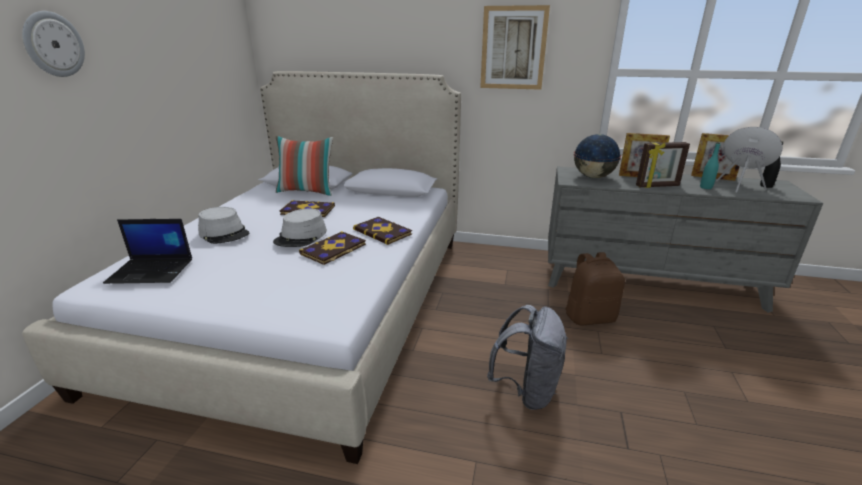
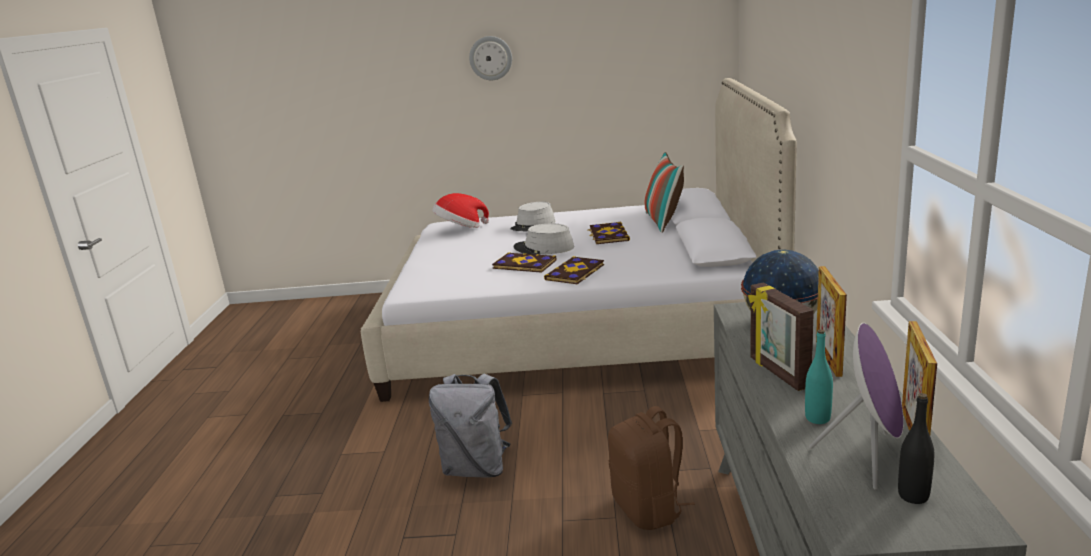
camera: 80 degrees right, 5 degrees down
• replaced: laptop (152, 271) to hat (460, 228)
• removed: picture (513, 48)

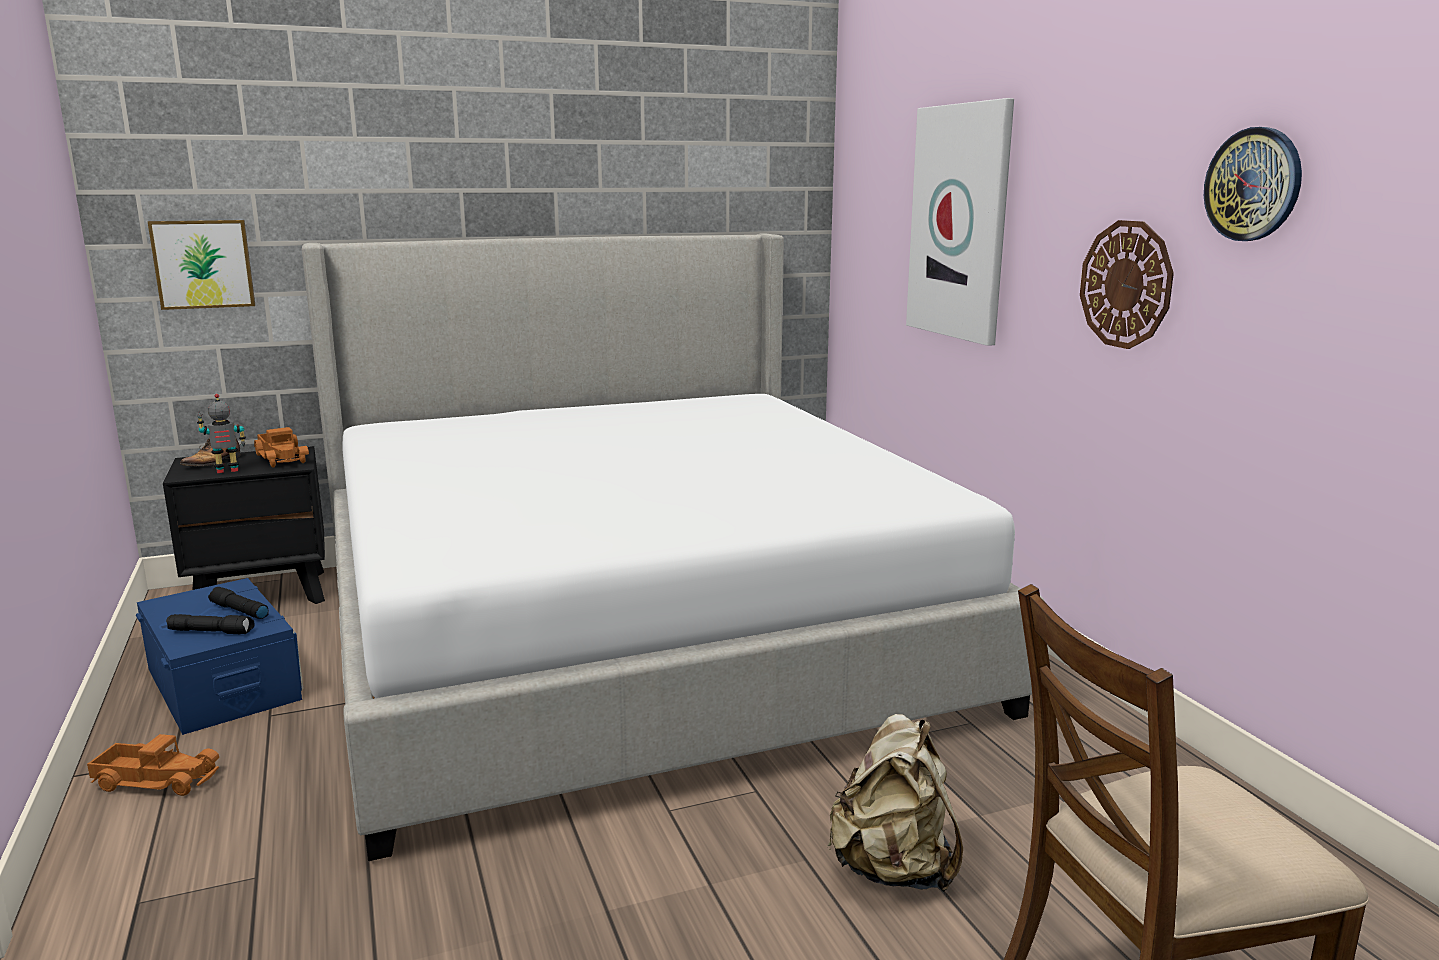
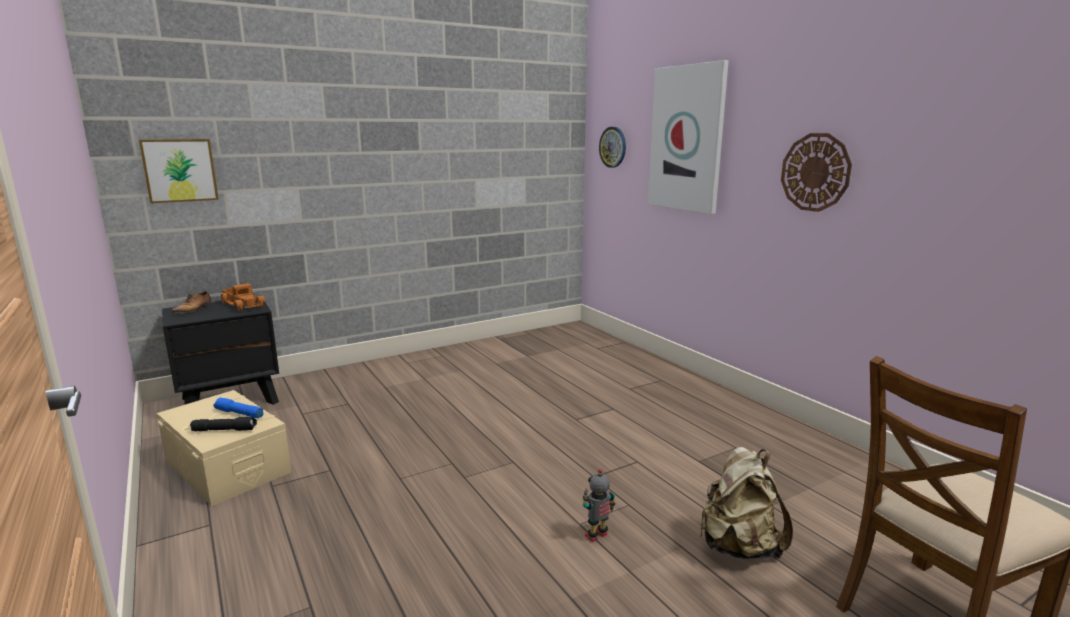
camera: 10 degrees left, 0 degrees up
• recoloured: blue storage box (222, 684) to beige storage box (227, 466)
• recoloured: black flashlight (239, 611) to blue flashlight (238, 414)
• moved: toy robot (227, 471) to (597, 536)
• moved: wall clock (1253, 184) to (613, 147)
• removed: toy truck (157, 779)
• removed: bed (631, 632)

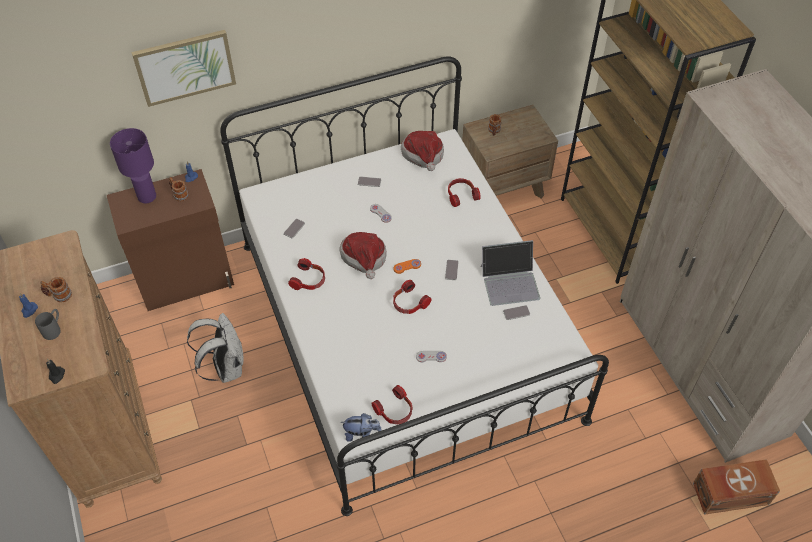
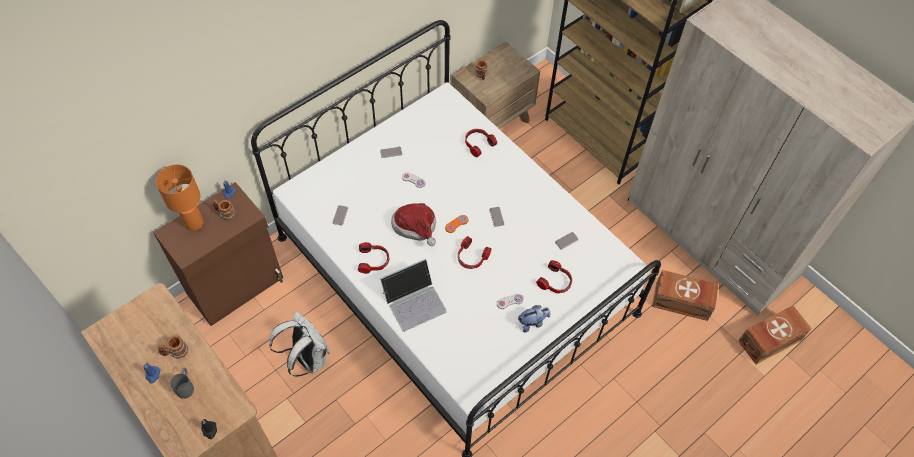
camera: 20 degrees left, 5 degrees up
• recoloured: purple table lamp (146, 196) to orange table lamp (194, 223)
• moved: laptop (510, 281) to (414, 301)
• moved: plush toy (361, 433) to (532, 323)
• moved: headphones (395, 411) to (555, 282)
• added: brown storage box (682, 302)
• removed: picture (185, 67)
• removed: hat (423, 157)

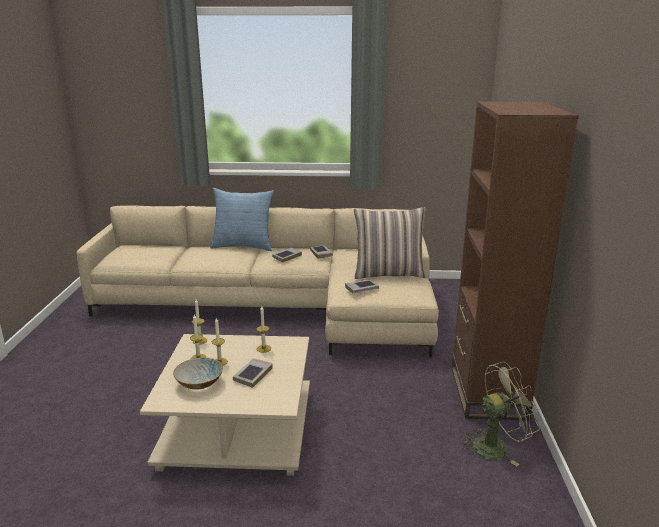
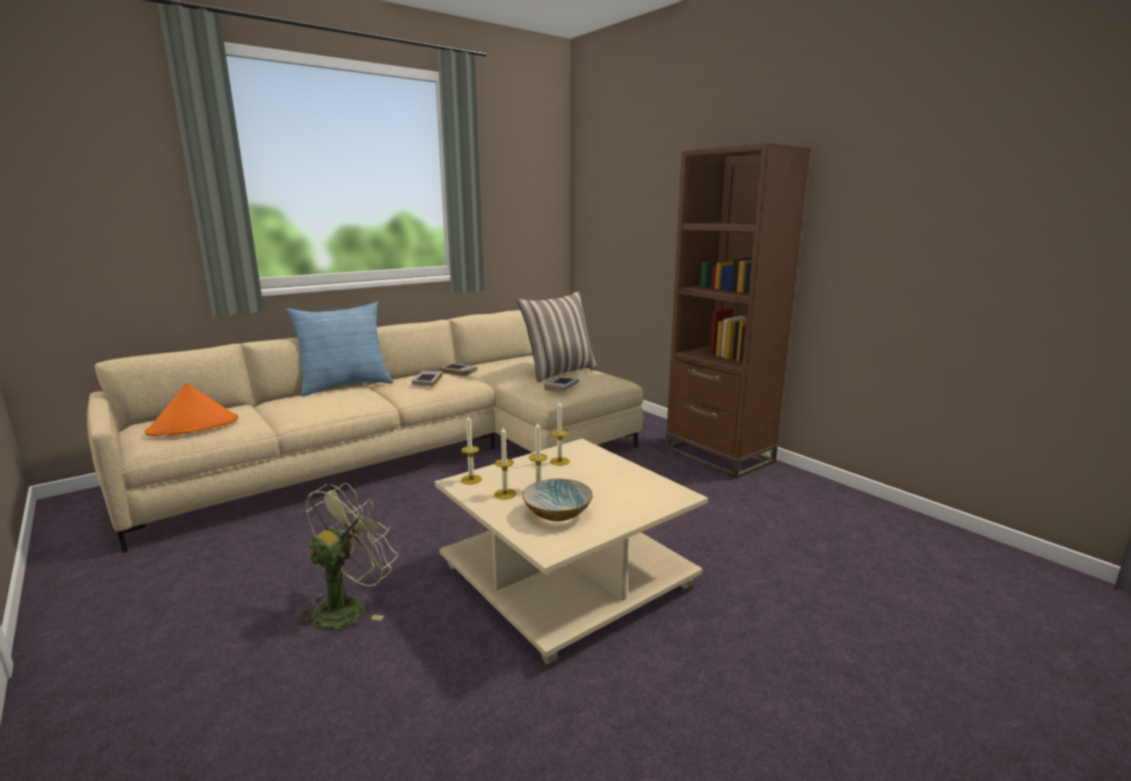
camera: 40 degrees left, 5 degrees down
• added: orange hat (194, 426)
• moved: green fan (496, 446) to (347, 606)
• removed: book (253, 375)

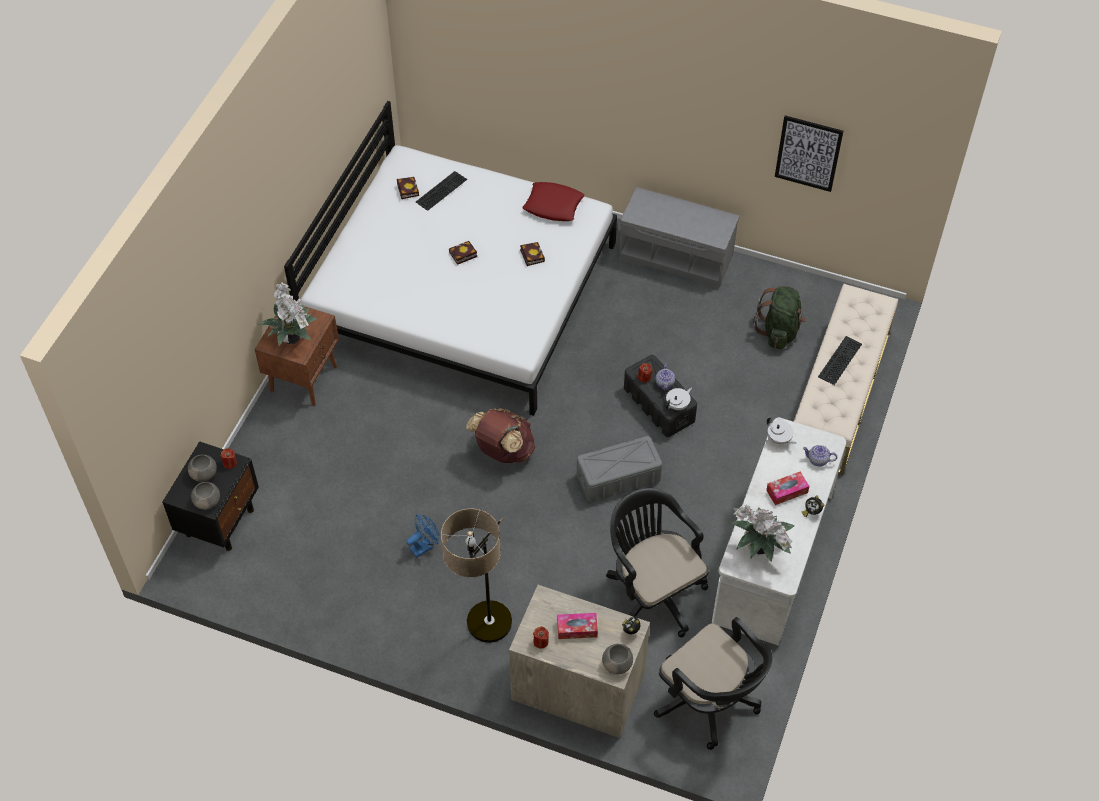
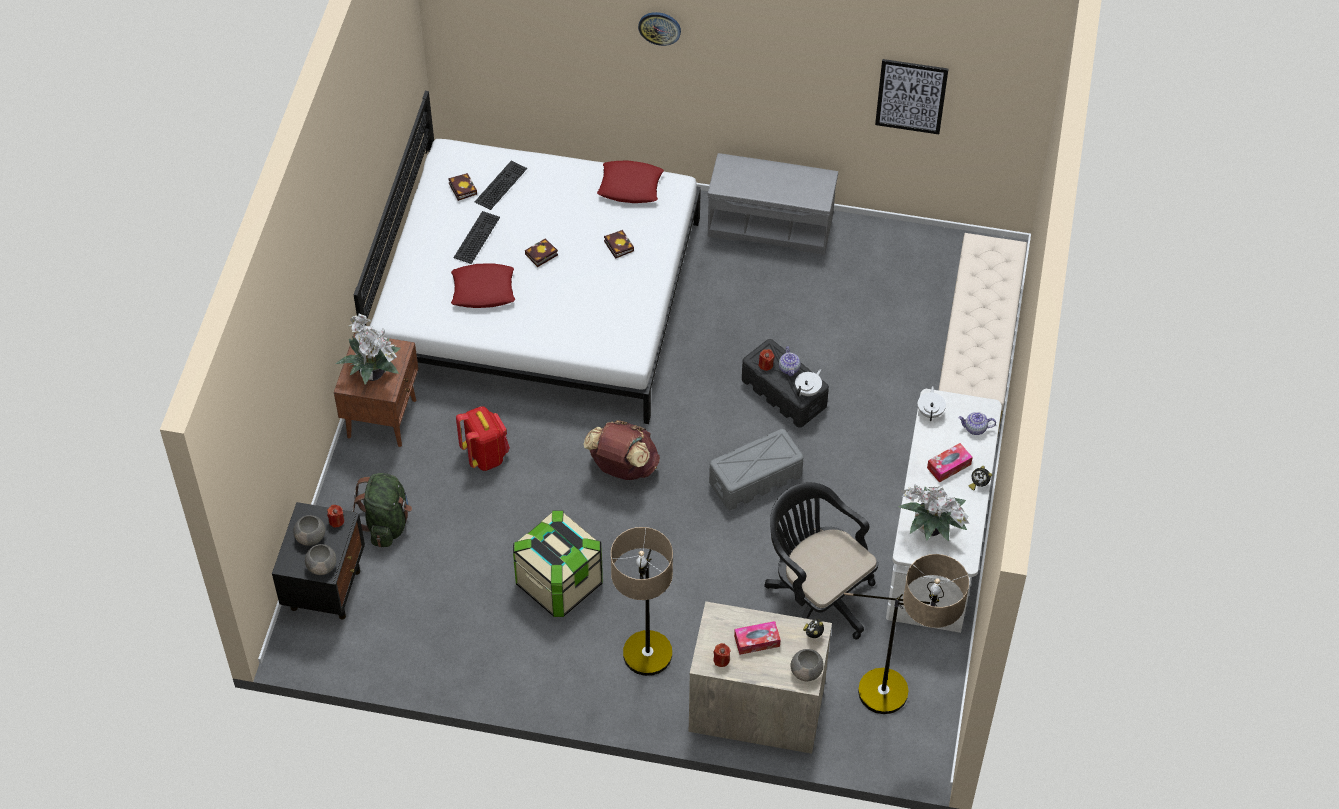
camera: 10 degrees left, 0 degrees up
• moved: green backpack (779, 331) to (386, 523)
• added: red pillow (483, 290)
• moved: keyboard (839, 359) to (476, 236)
• added: red backpack (485, 455)
• replaced: blue fan (424, 546) to storage box (559, 583)
• added: wall clock (659, 27)
• replaced: black office chair (709, 703) to floor lamp (900, 703)
• turned: white teapot (779, 439) = (930, 412) 120 degrees counterclockwise

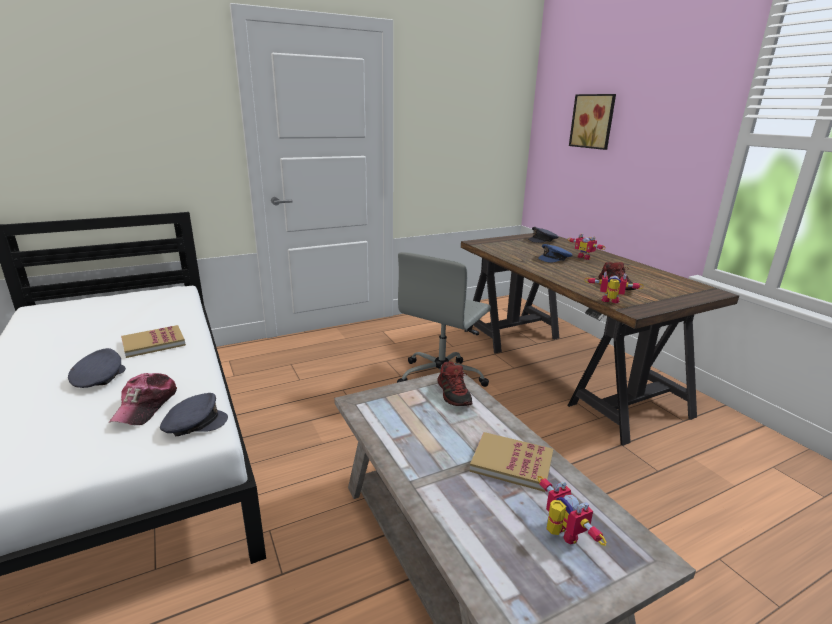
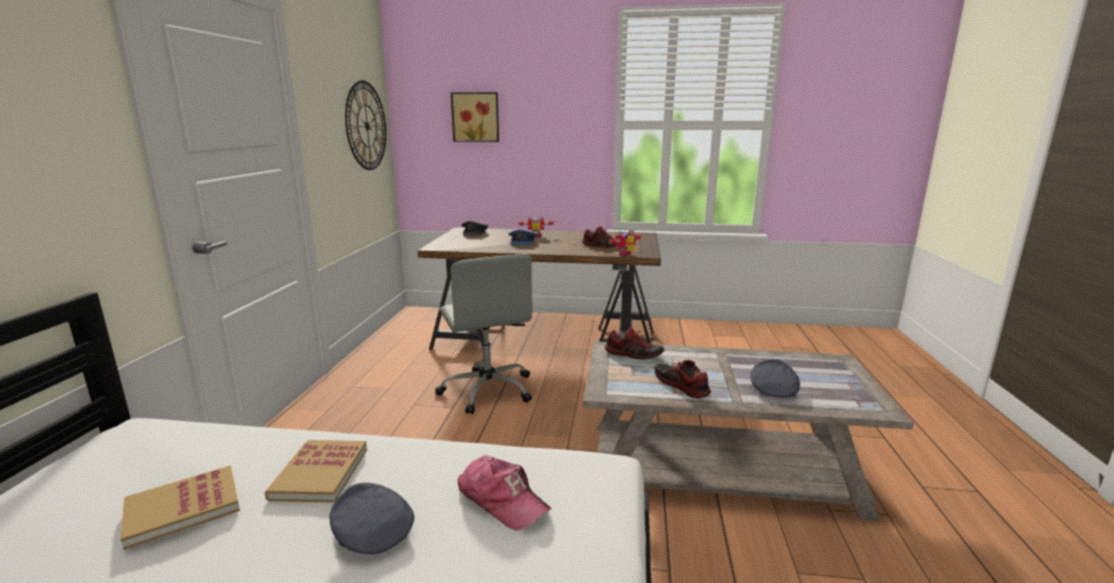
camera: 55 degrees left, 5 degrees down
• moved: book (511, 463) to (183, 508)
• added: wall clock (366, 126)
• added: shoe (680, 386)
• moved: grey cap (194, 423) to (772, 389)
• removed: toy robot (560, 535)

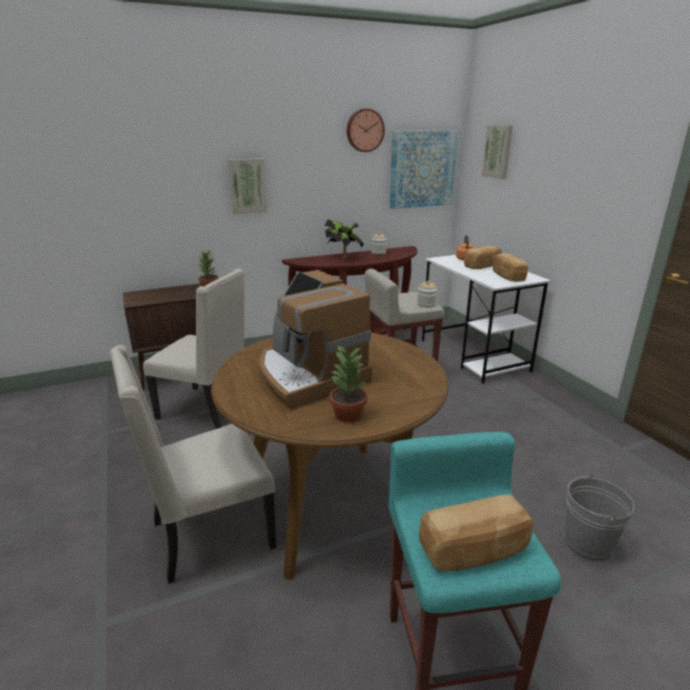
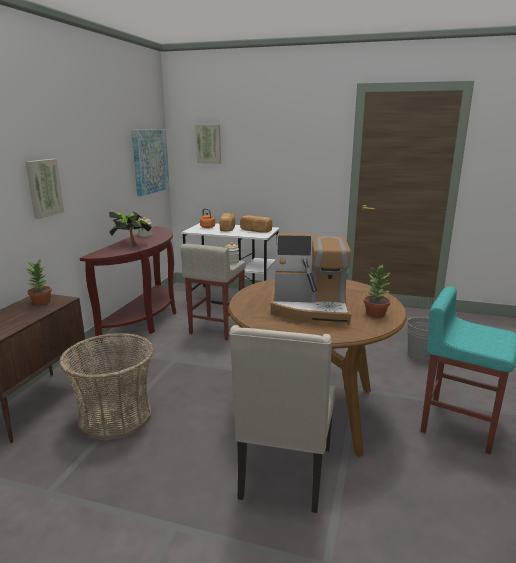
camera: 50 degrees left, 5 degrees down
• replaced: beige chair (207, 409) to basket (116, 417)
• removed: wall clock (364, 130)
• removed: bread (474, 551)

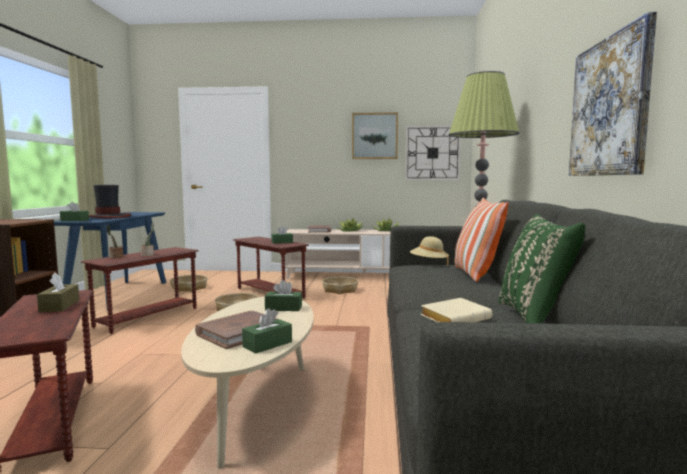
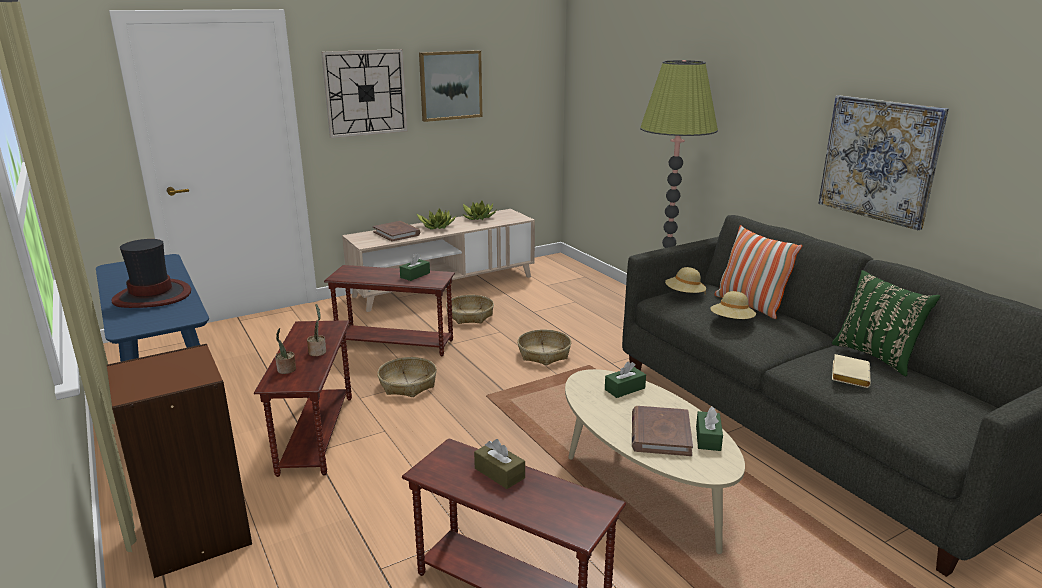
camera: 35 degrees left, 15 degrees up
• moved: wall clock (432, 153) to (365, 93)
• moved: basket (189, 288) to (544, 354)
• added: beige hat (731, 321)
• removed: green tissue box (74, 220)

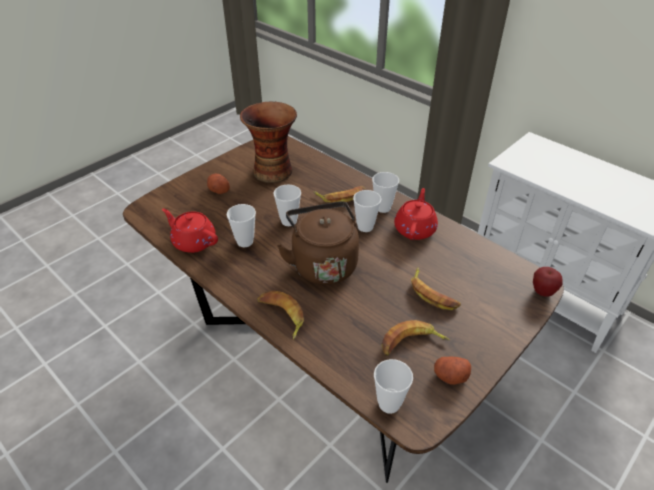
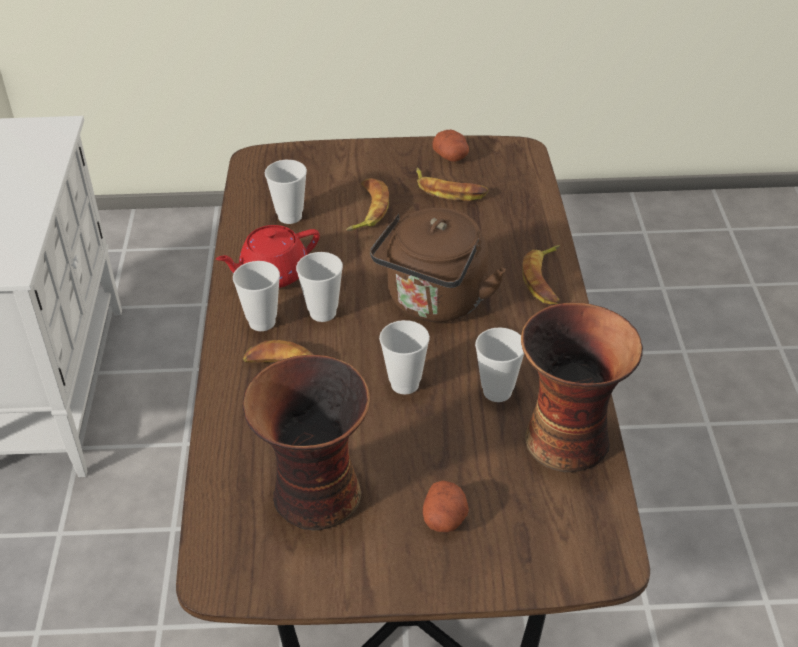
camera: 135 degrees left, 0 degrees up
• moved: cup (389, 403) to (290, 216)
• replaced: red teapot (193, 241) to vase (569, 439)
• removed: apple (542, 292)

